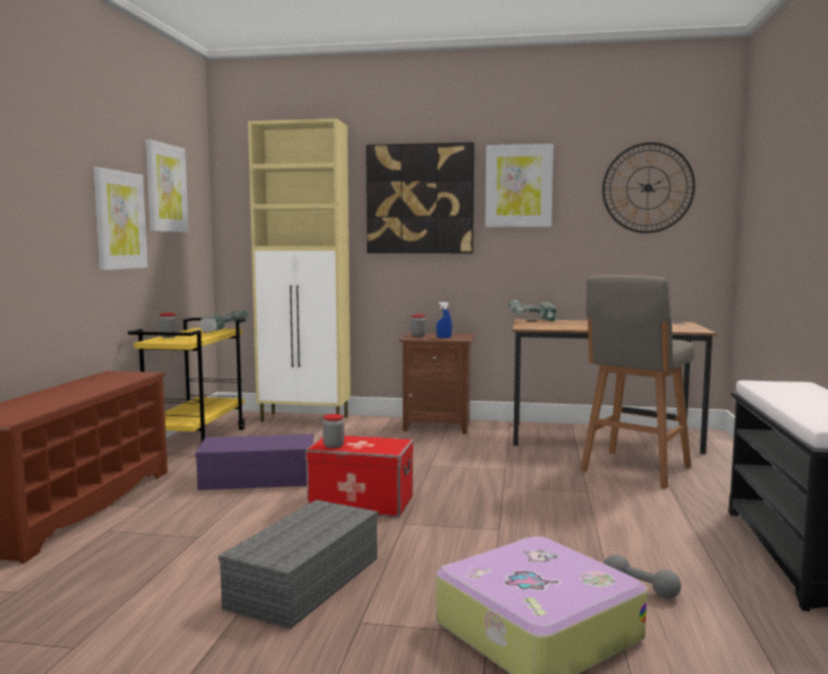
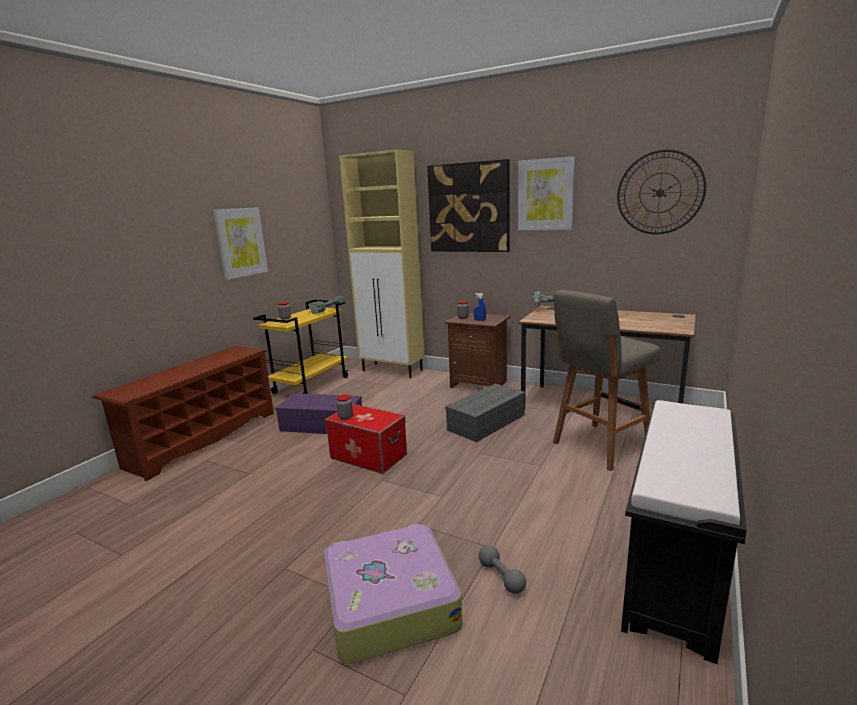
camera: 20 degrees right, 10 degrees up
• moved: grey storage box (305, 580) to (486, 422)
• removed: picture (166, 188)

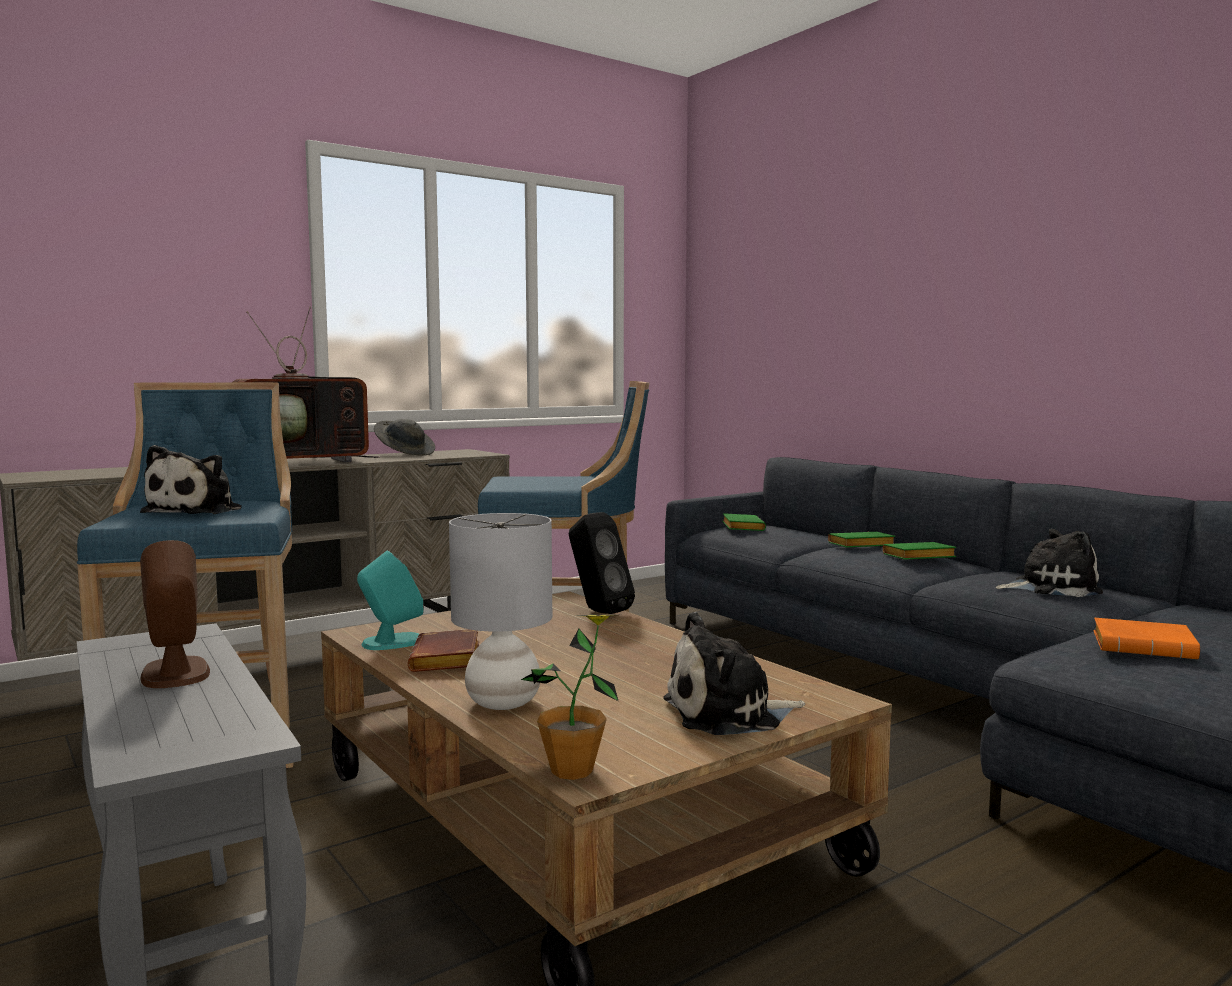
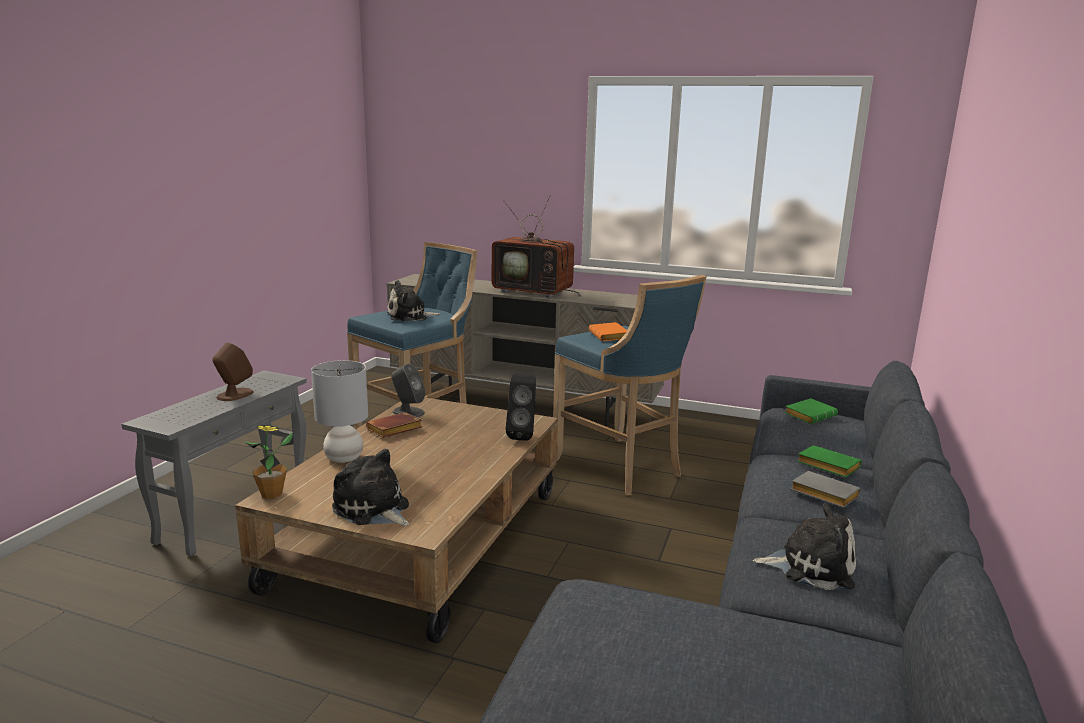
camera: 55 degrees right, 10 degrees up
• recoloured: turquoise speaker (392, 642) to grey speaker (408, 412)
• moved: orange book (1146, 647) to (610, 336)
• turned: plush toy (1051, 587) = (810, 566) 45 degrees counterclockwise
• recoloured: green book (918, 558) to grey book (822, 494)
• removed: grey hat (405, 453)

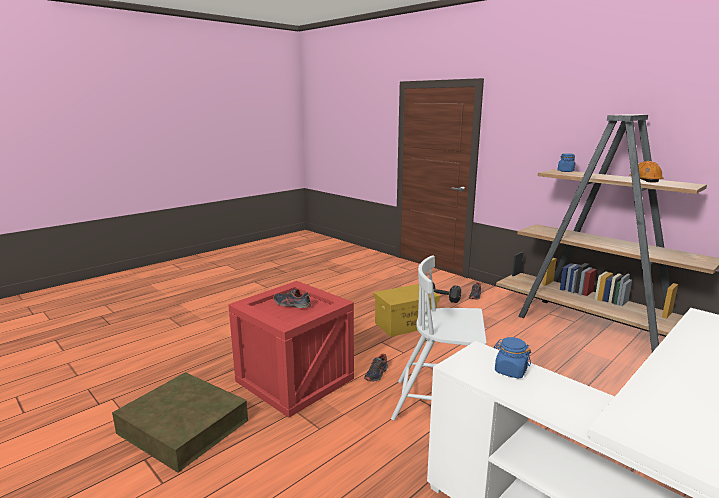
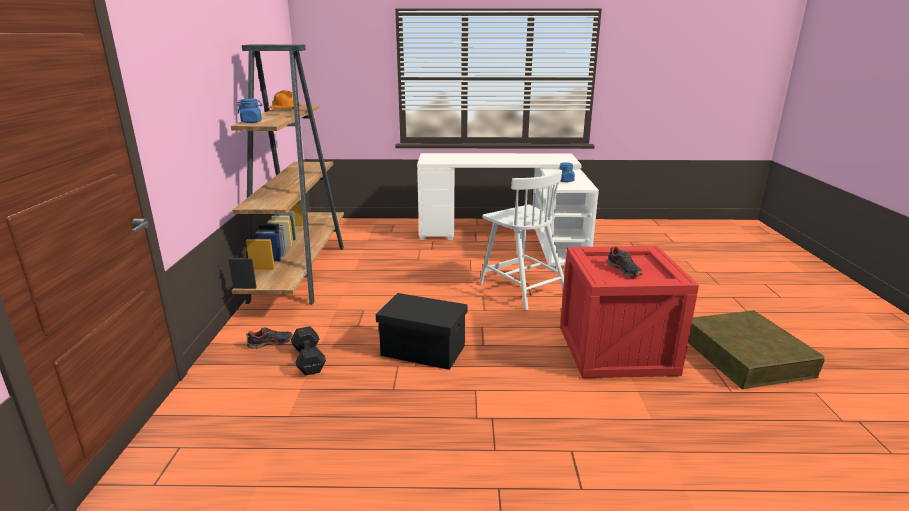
camera: 135 degrees left, 5 degrees up
• recoloured: yellow storage box (405, 324) to black storage box (422, 350)
• removed: shoe (376, 374)

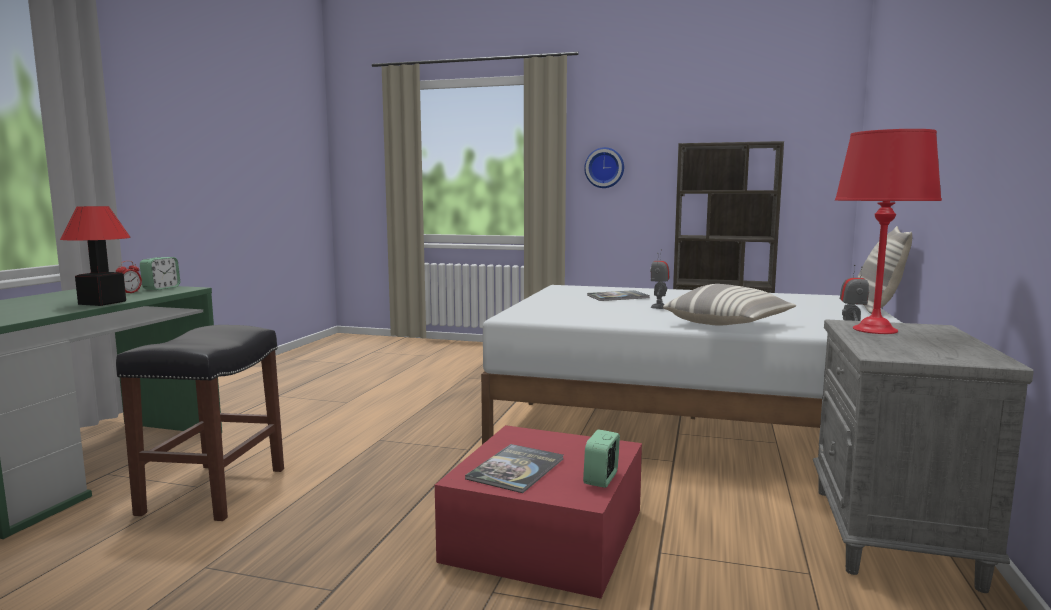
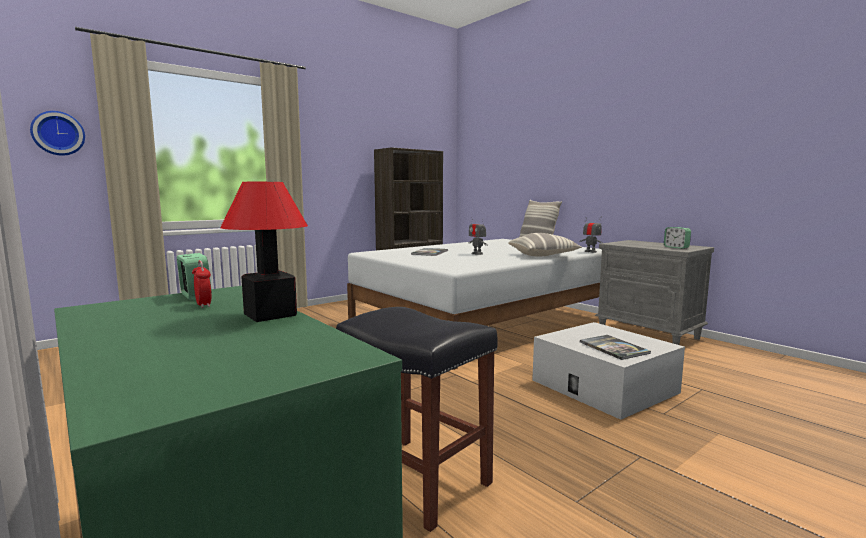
camera: 55 degrees left, 0 degrees up
• moved: wall clock (604, 168) to (58, 133)
• recoloured: red storage box (546, 534) to white storage box (604, 386)
• moved: alarm clock (601, 479) to (676, 247)
• removed: red table lamp (875, 330)

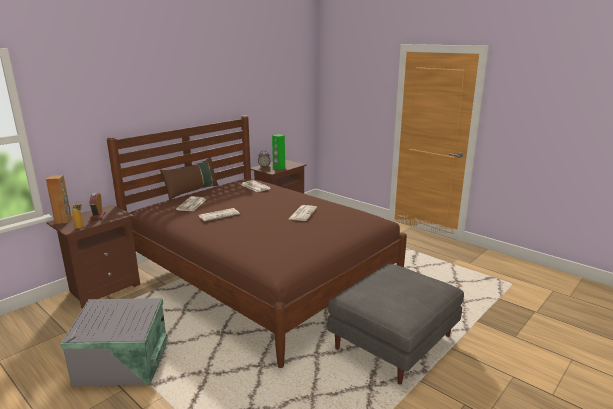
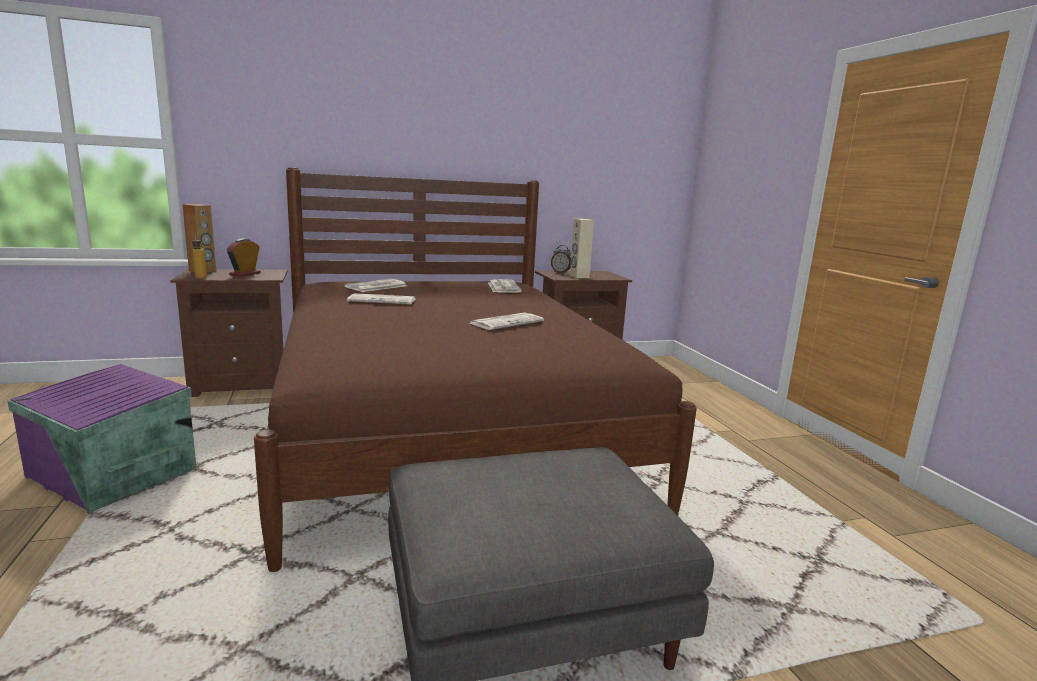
camera: 30 degrees right, 5 degrees down
• recoloured: grey storage box (123, 365) to purple storage box (111, 474)
• recoloured: green speaker (279, 168) to beige speaker (579, 276)
• removed: brown pillow (192, 191)

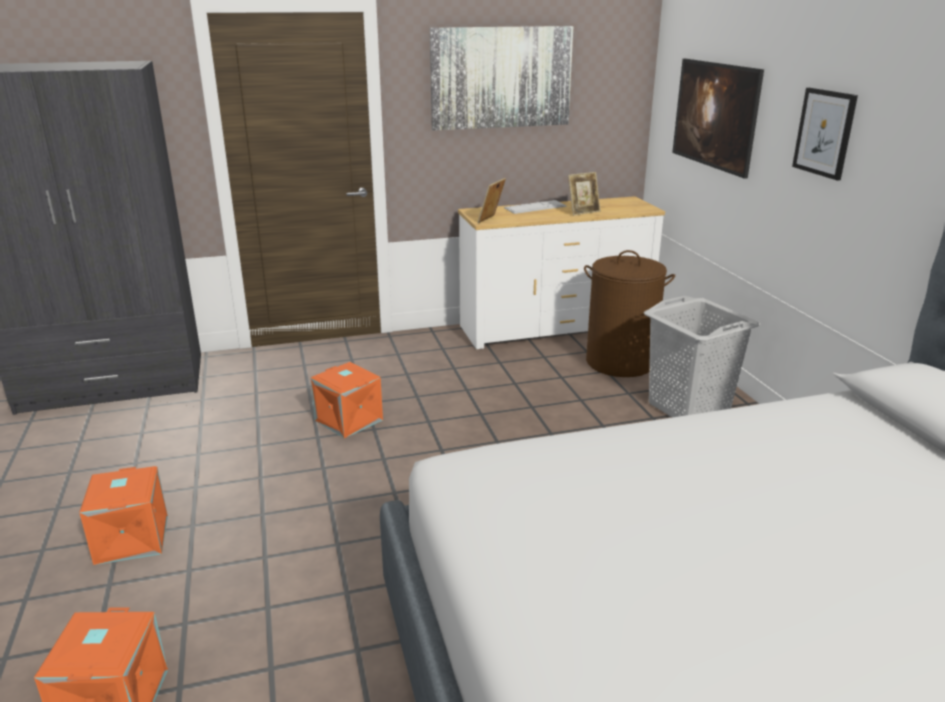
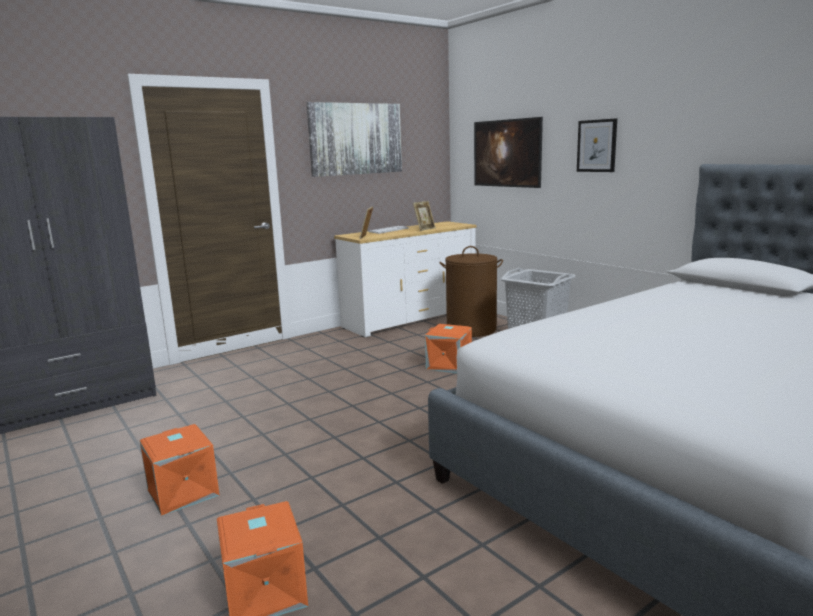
camera: 20 degrees left, 10 degrees down
• moved: orange storage box (347, 420) to (448, 365)

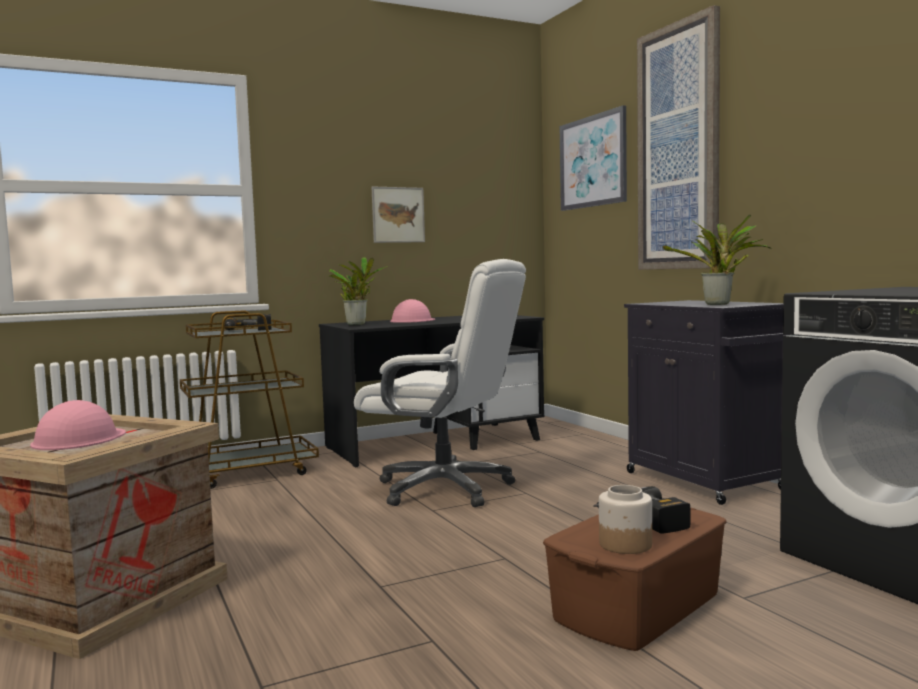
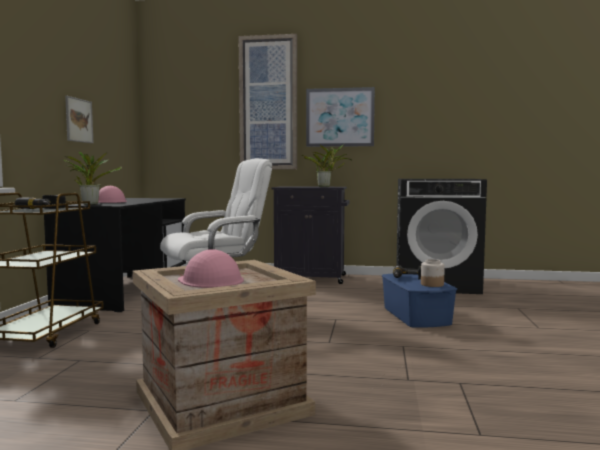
camera: 55 degrees left, 0 degrees up
• moved: picture (592, 161) to (340, 117)
• recoloured: brown storage box (636, 606) to blue storage box (415, 316)

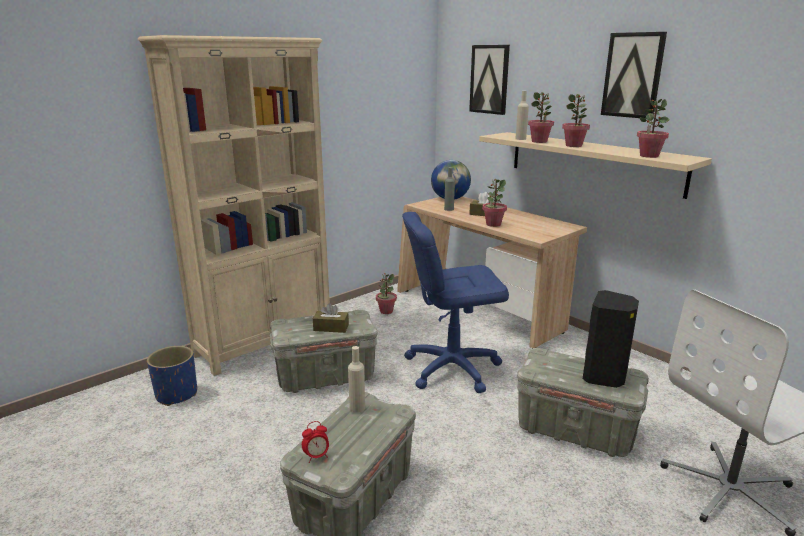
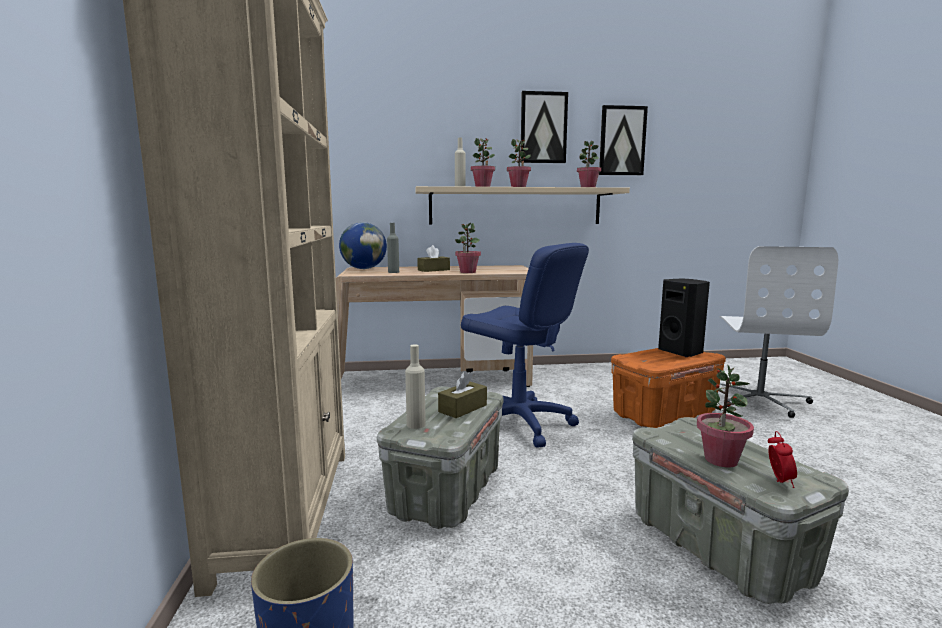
camera: 55 degrees left, 10 degrees down
• moved: beige bottle (357, 407) to (416, 424)
• turned: blue office chair (451, 368) = (518, 423) 75 degrees counterclockwise
• moved: picture (489, 79) to (622, 141)
• recoloured: grey storage box (575, 430) to orange storage box (664, 414)
• moved: potted plant (386, 311) to (720, 460)

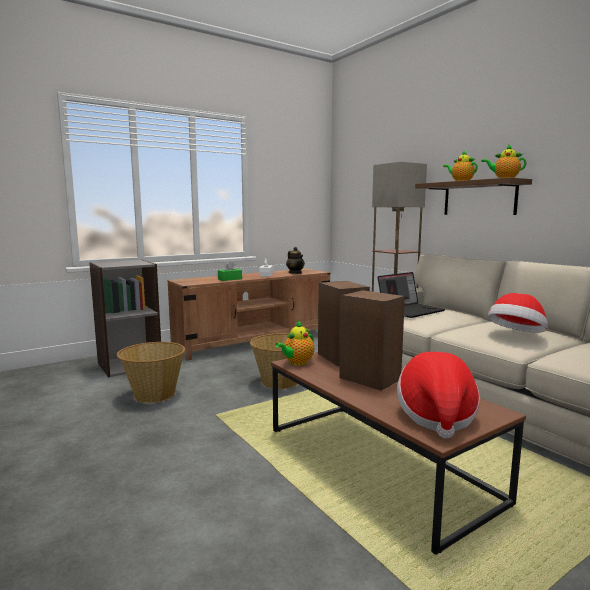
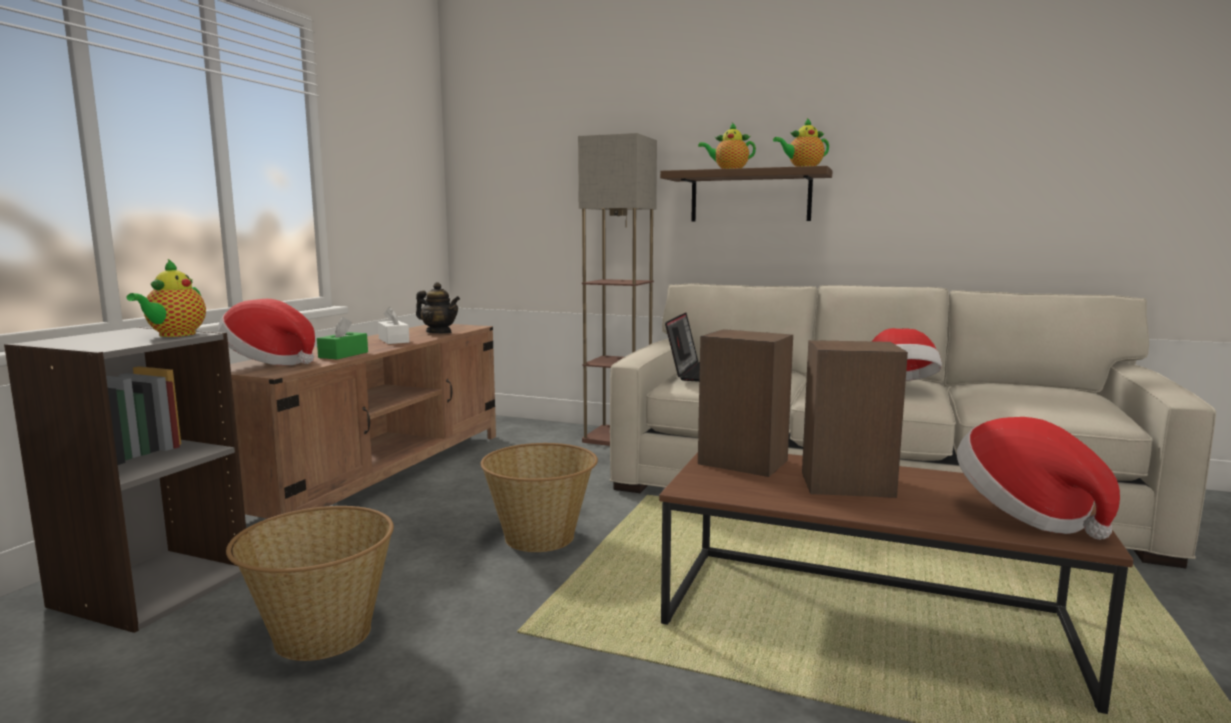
camera: 35 degrees left, 0 degrees up
• moved: teapot (297, 363) to (174, 335)
• added: hat (269, 362)

